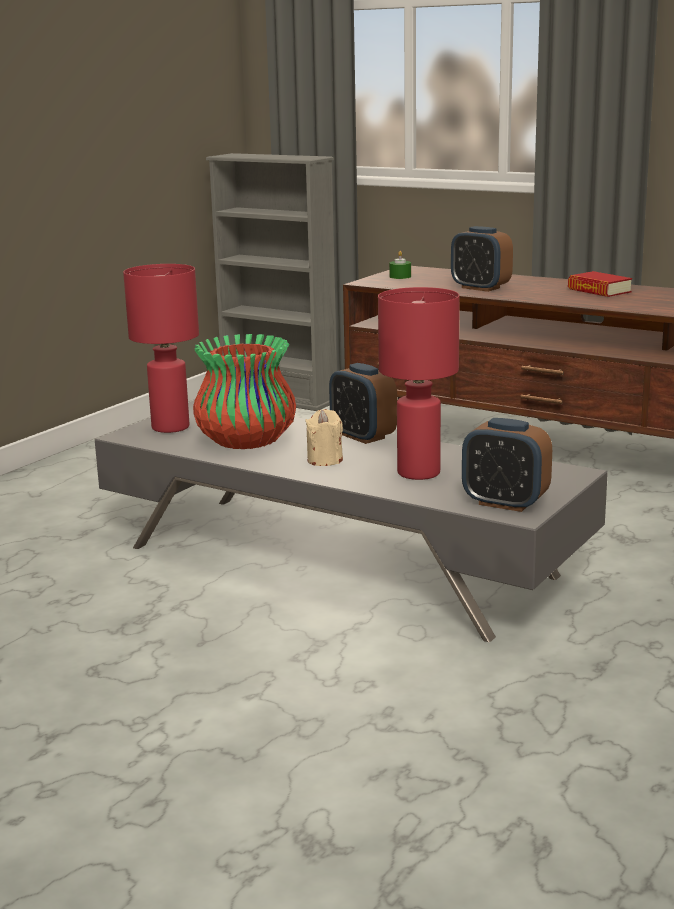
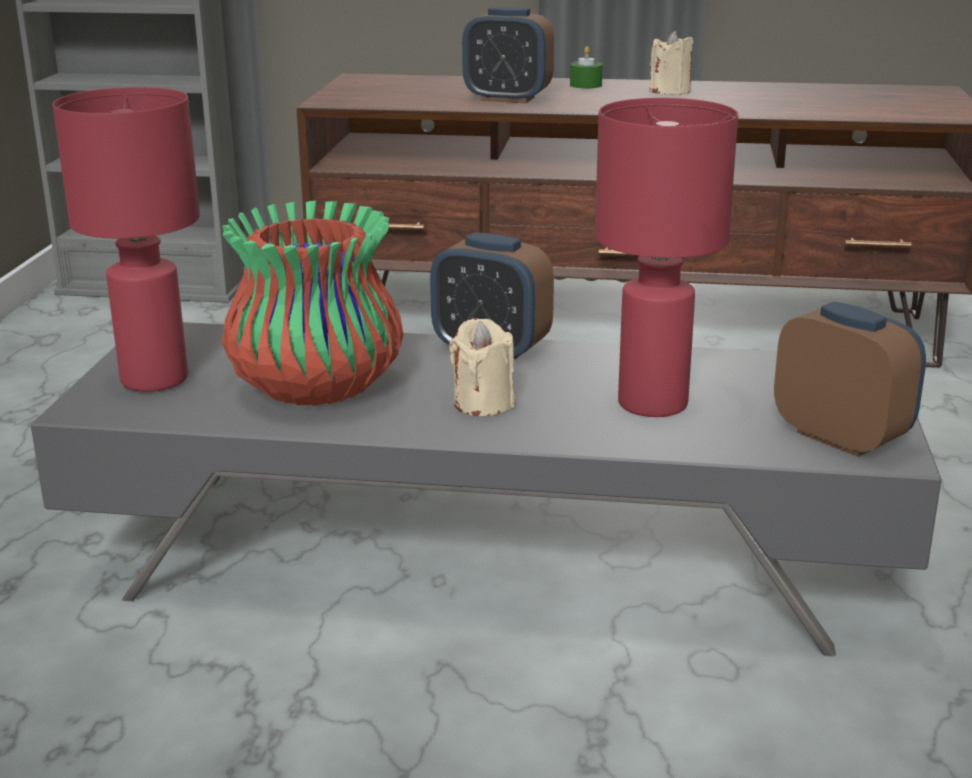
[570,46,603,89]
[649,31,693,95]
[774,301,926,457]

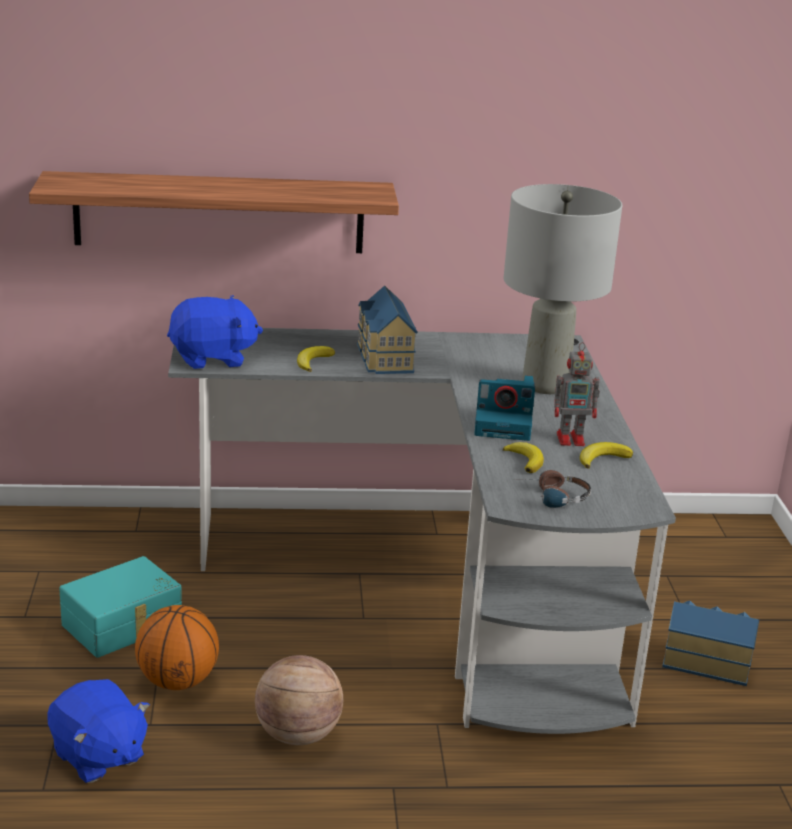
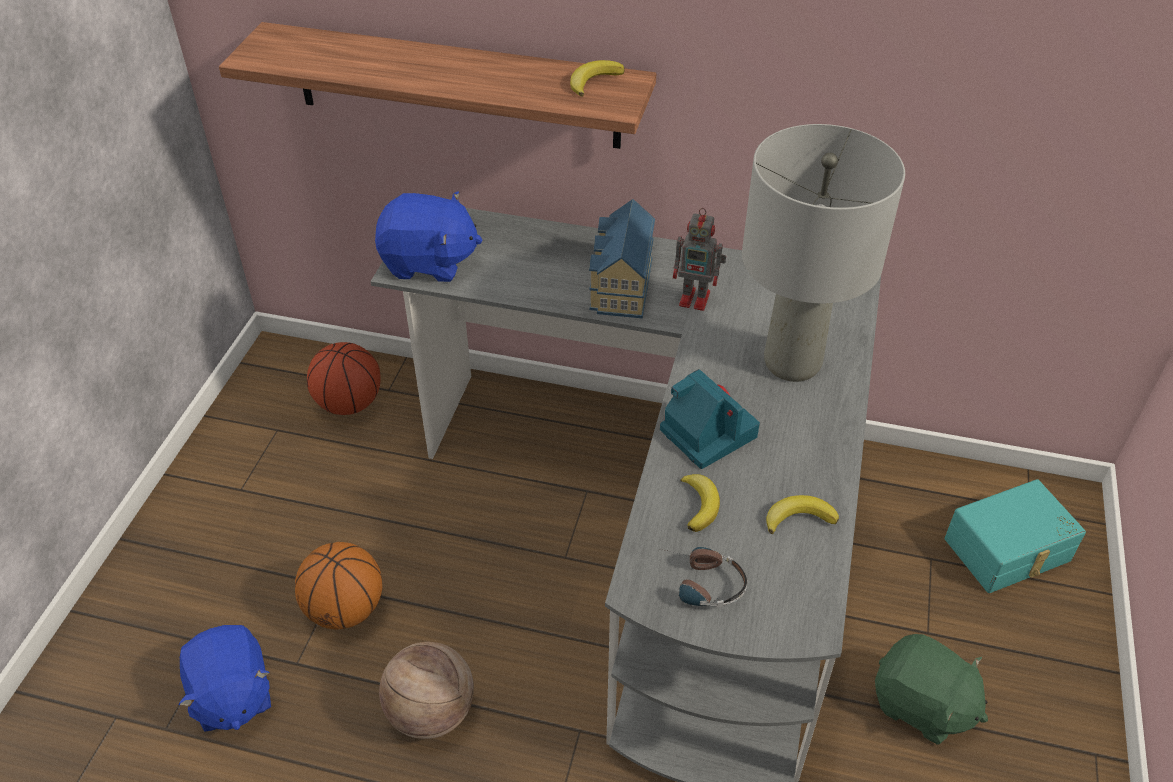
[307,342,381,415]
[570,60,625,97]
[660,369,760,469]
[673,208,726,311]
[875,634,988,745]
[944,479,1086,593]

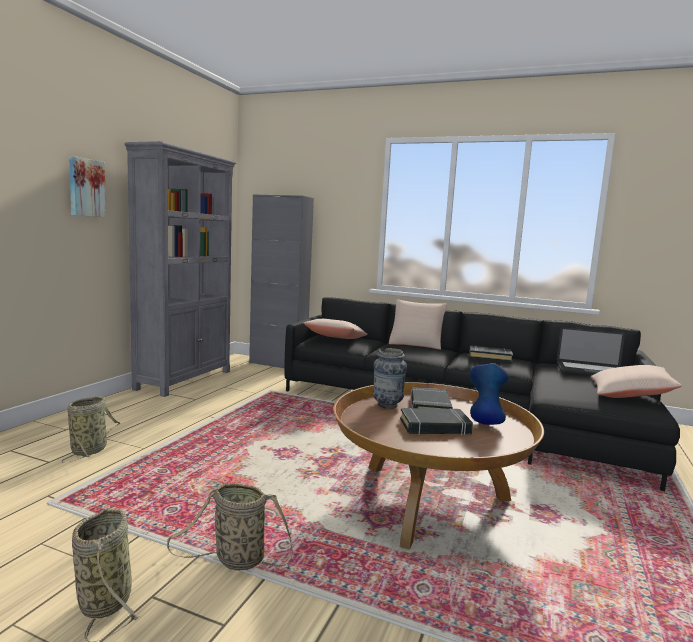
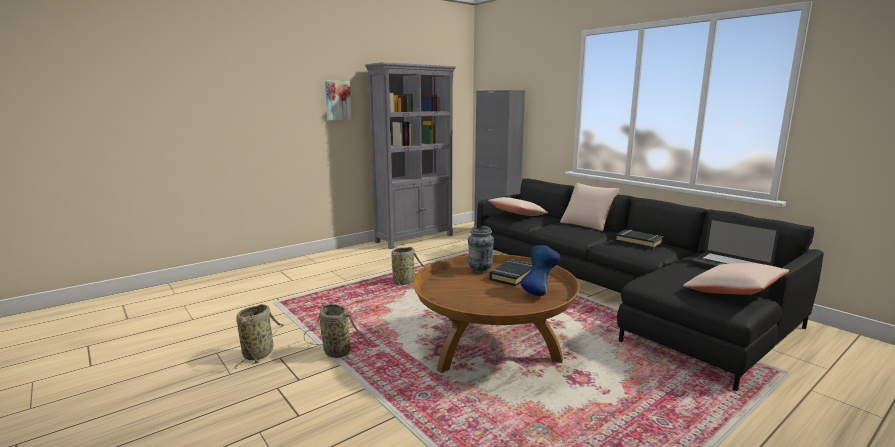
[386,247,426,287]
[400,408,473,435] (first image)

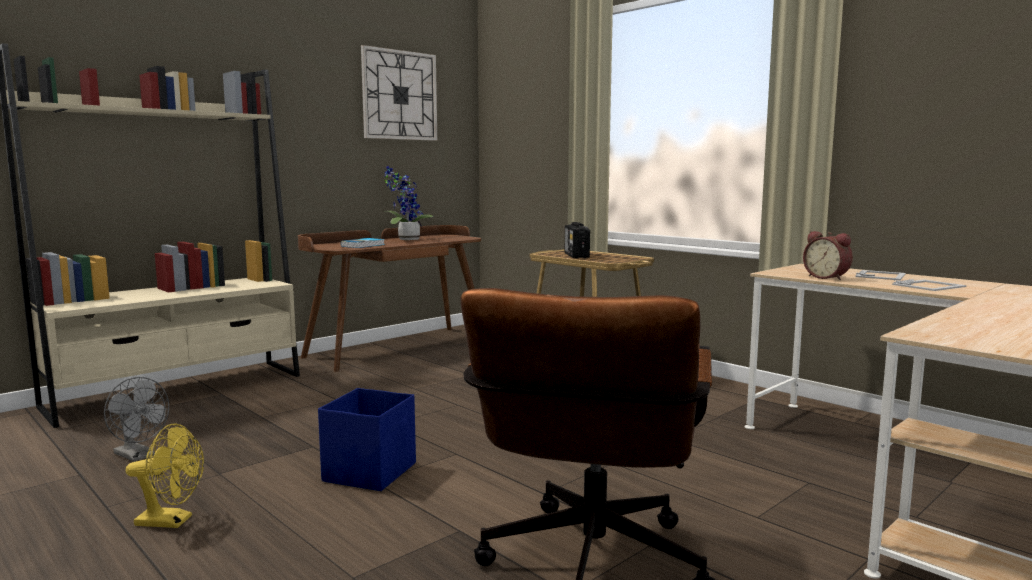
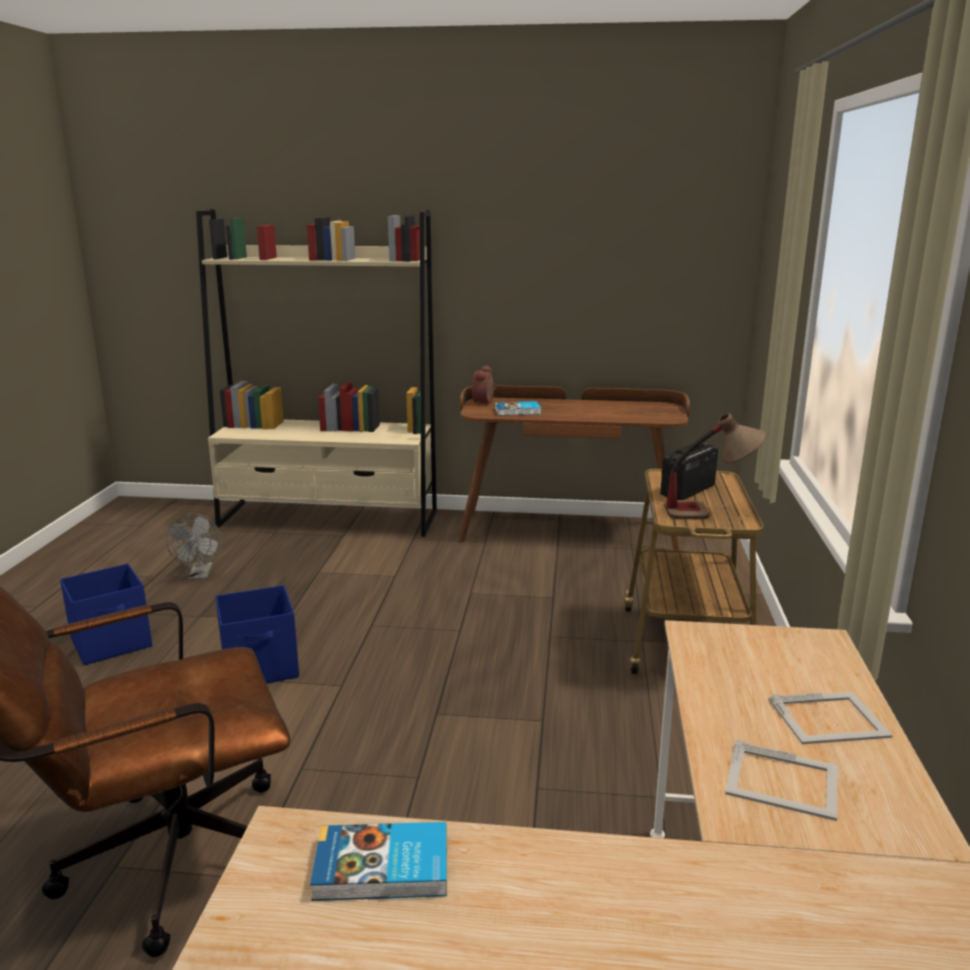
[60,564,152,665]
[310,822,447,901]
[472,365,497,406]
[664,414,767,519]
[361,45,437,141] (first image)
[383,166,433,240] (first image)

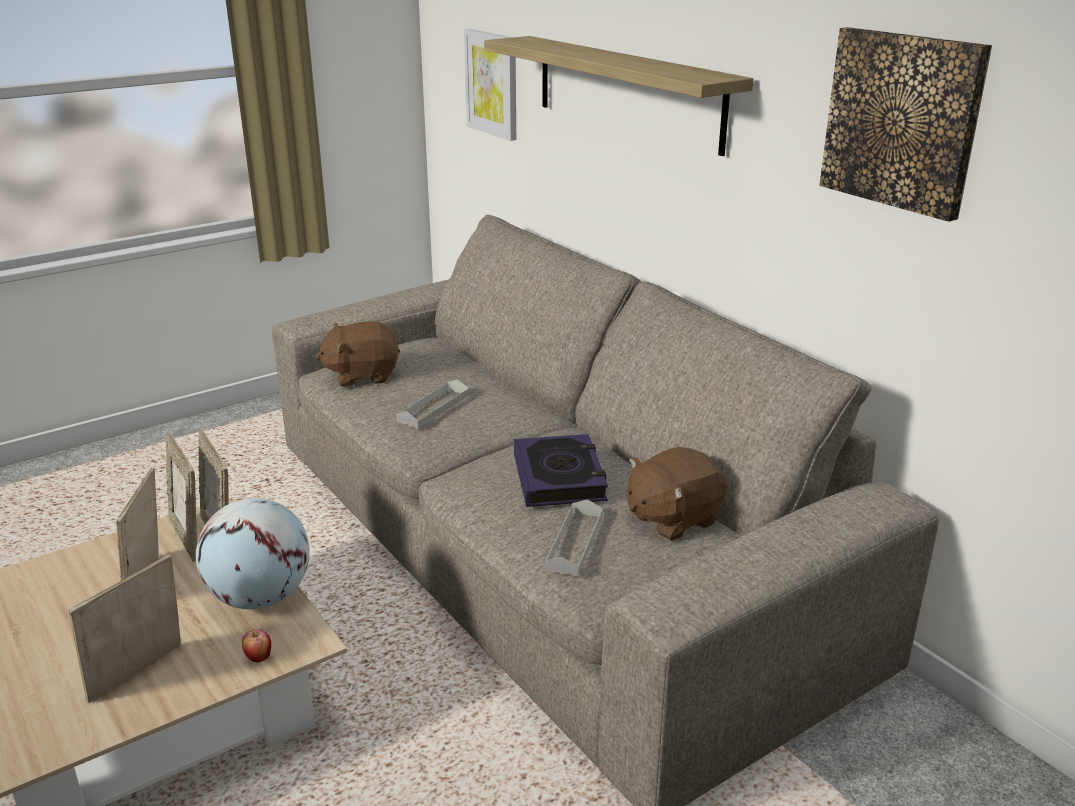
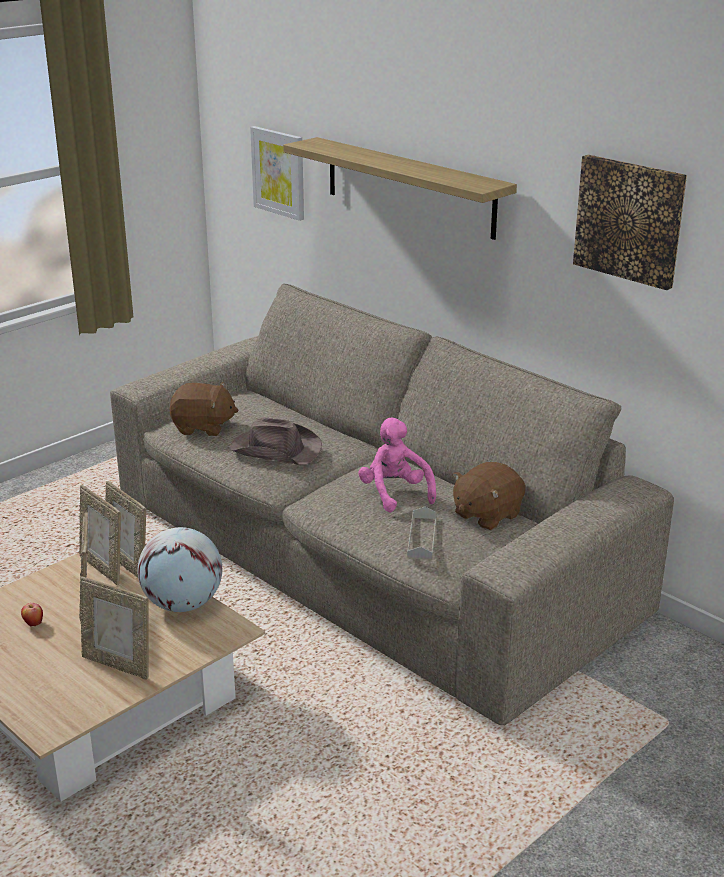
[21,603,43,627]
[80,577,149,680]
[170,382,238,436]
[230,417,322,465]
[358,417,436,512]

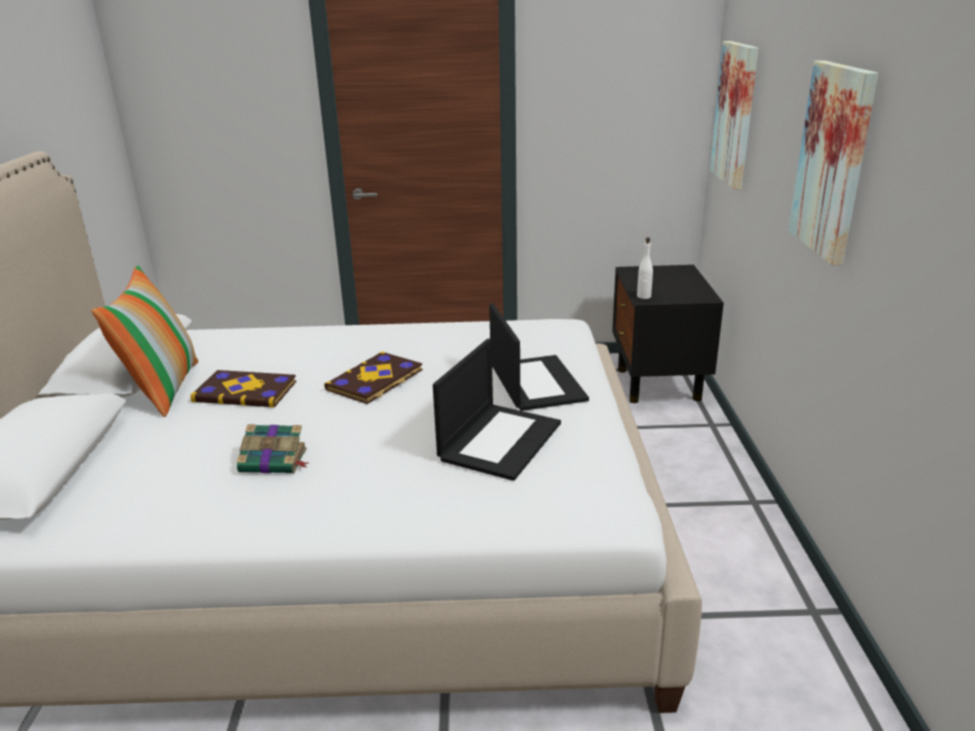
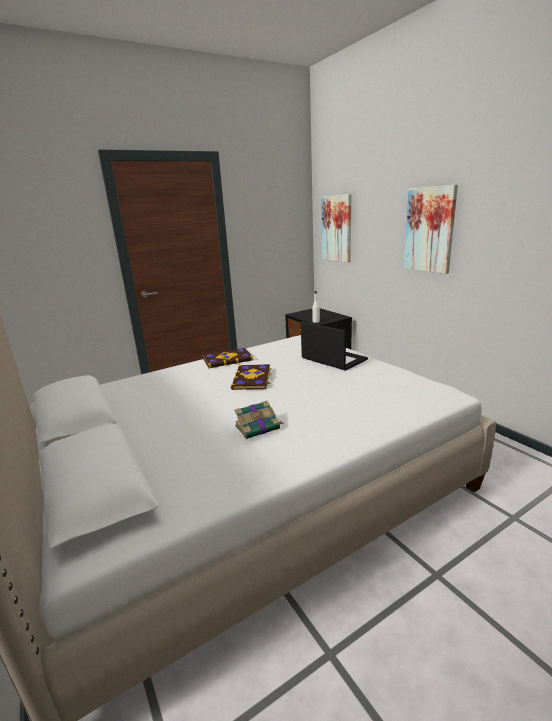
[203,348,253,368]
[92,265,198,417] (first image)
[433,339,561,481] (first image)

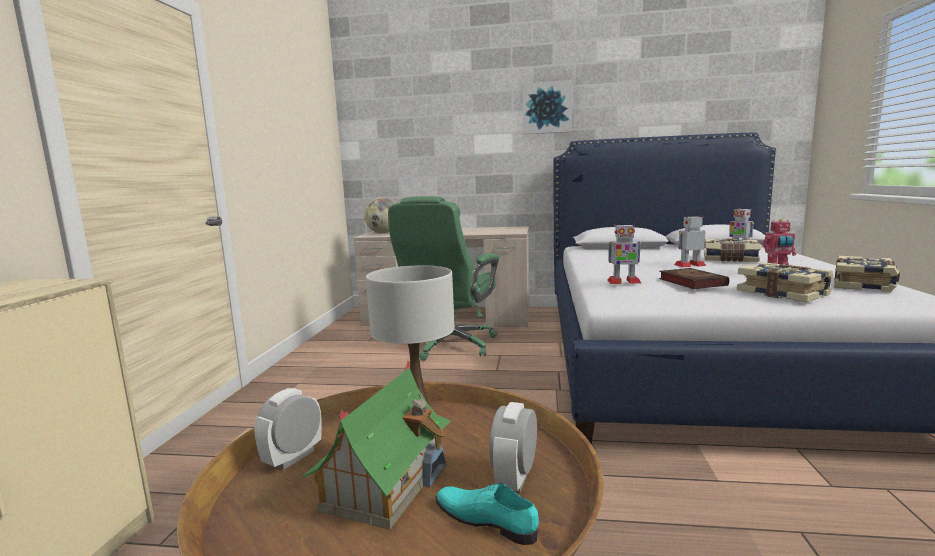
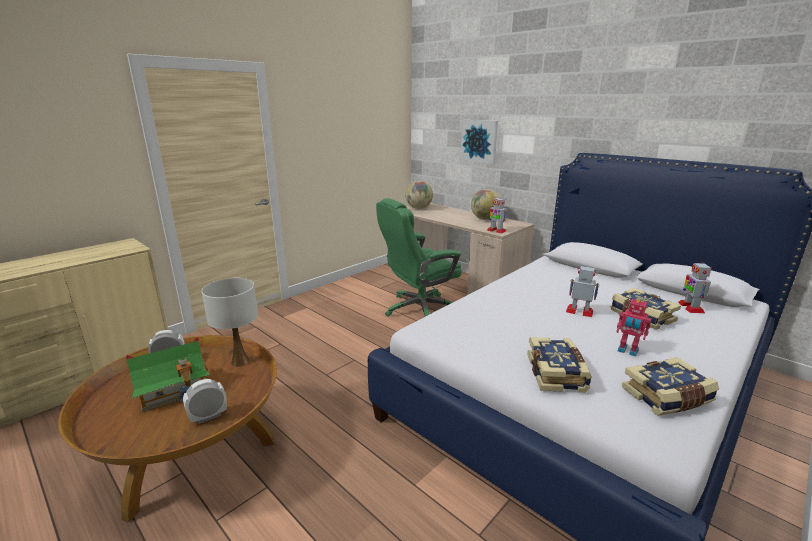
[460,120,498,164]
[471,189,500,220]
[487,197,507,234]
[436,483,539,545] (first image)
[659,268,729,289] (first image)

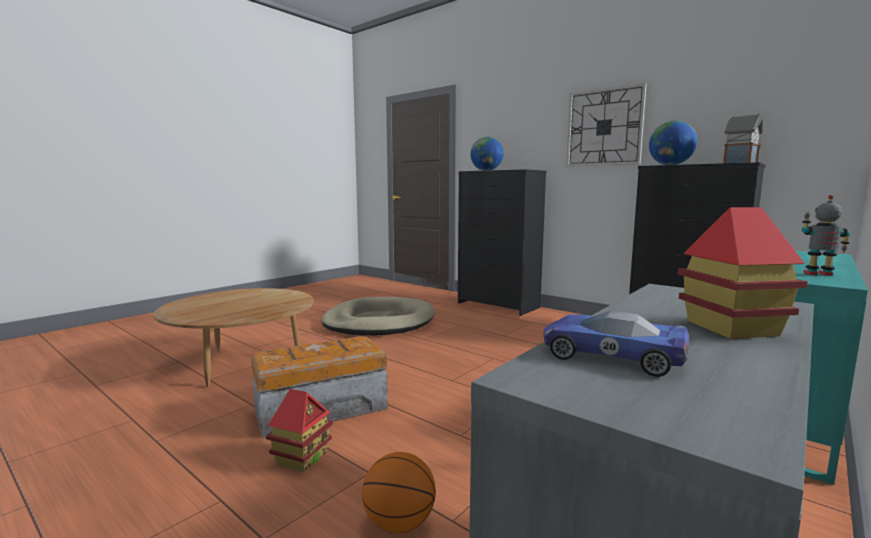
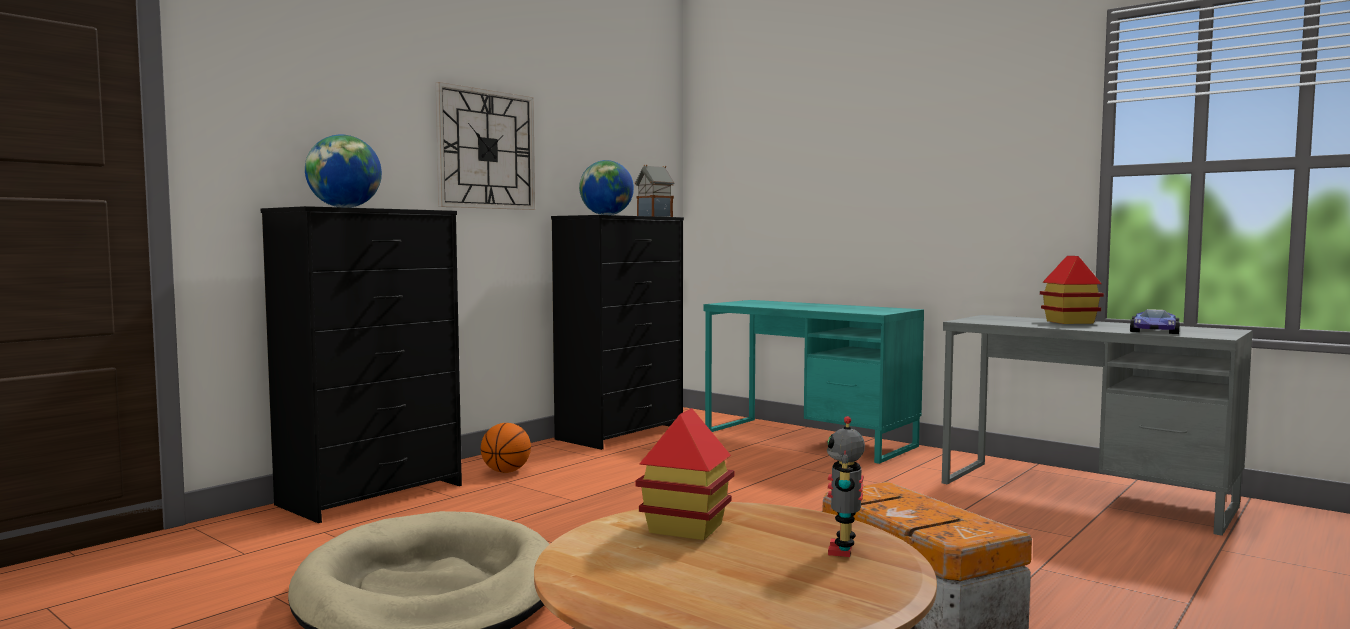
[481,423,531,473]
[636,408,734,540]
[827,416,865,557]

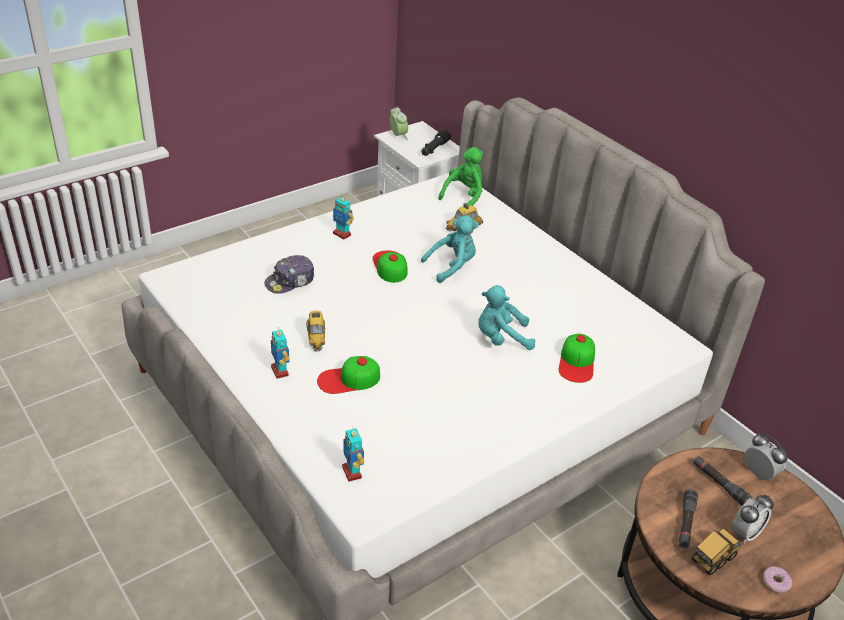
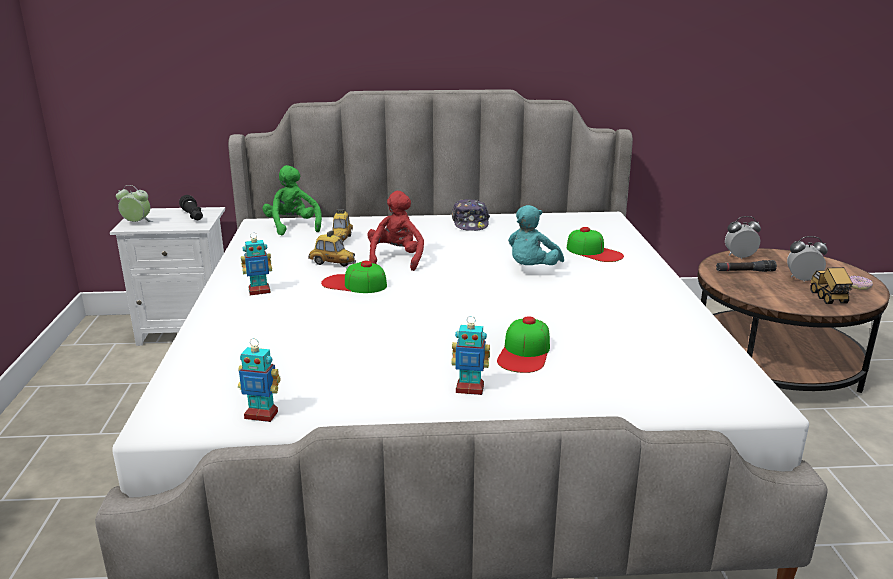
[238,340,281,422]
[308,230,356,267]
[367,191,424,271]
[452,199,490,231]
[787,236,828,282]
[679,489,698,548] (first image)

